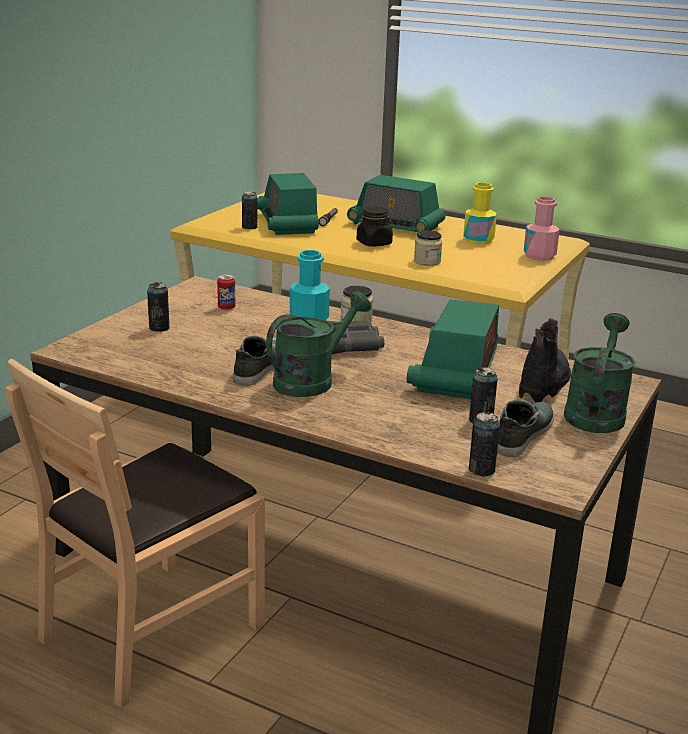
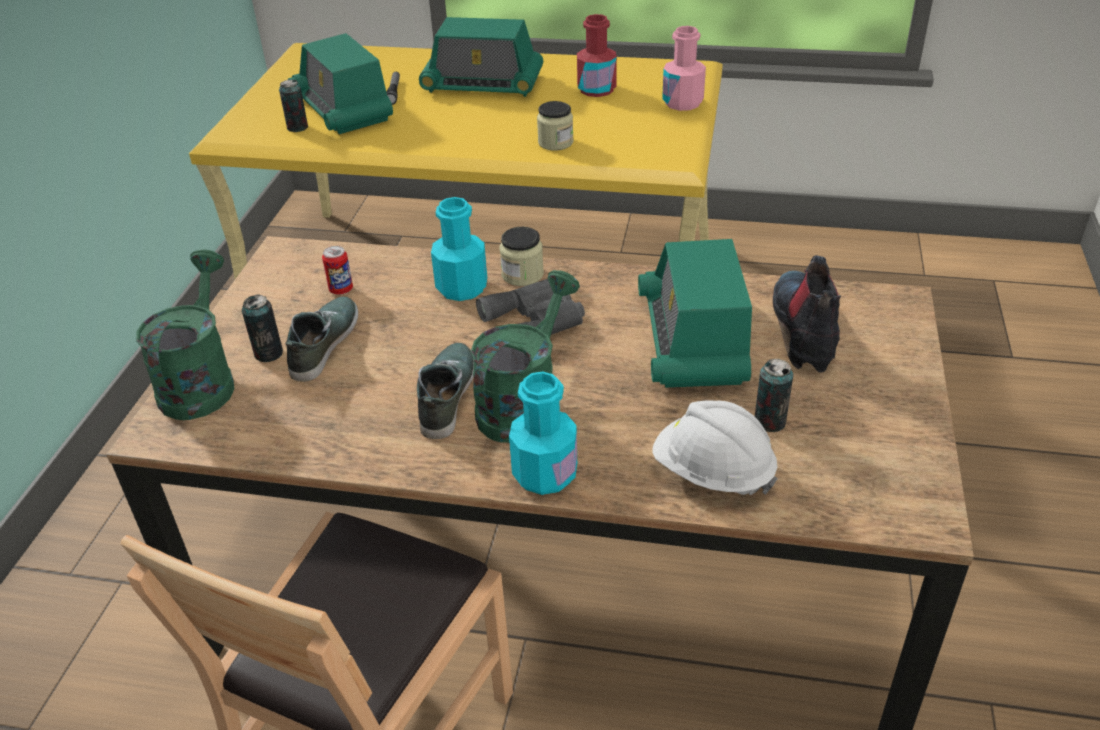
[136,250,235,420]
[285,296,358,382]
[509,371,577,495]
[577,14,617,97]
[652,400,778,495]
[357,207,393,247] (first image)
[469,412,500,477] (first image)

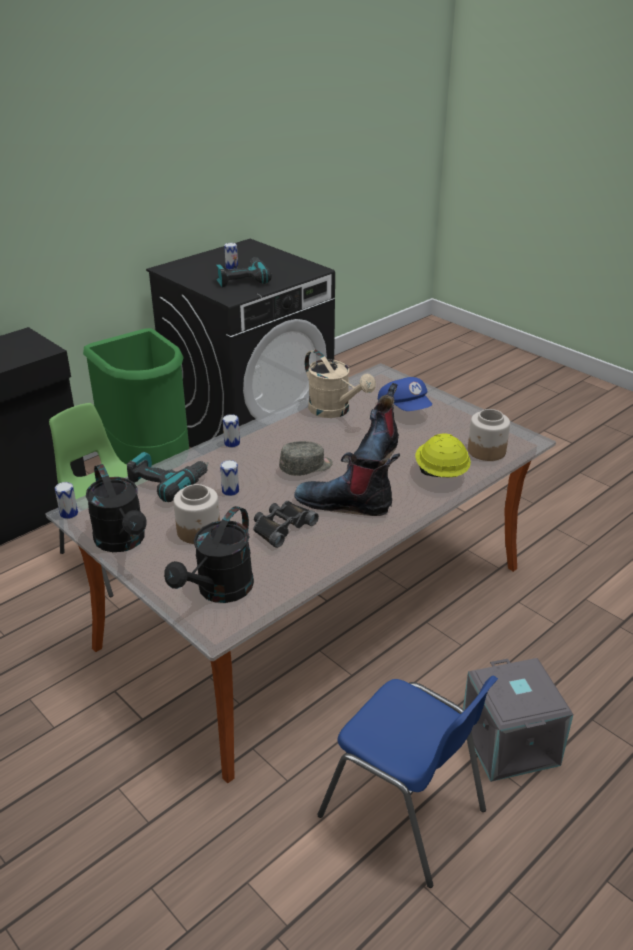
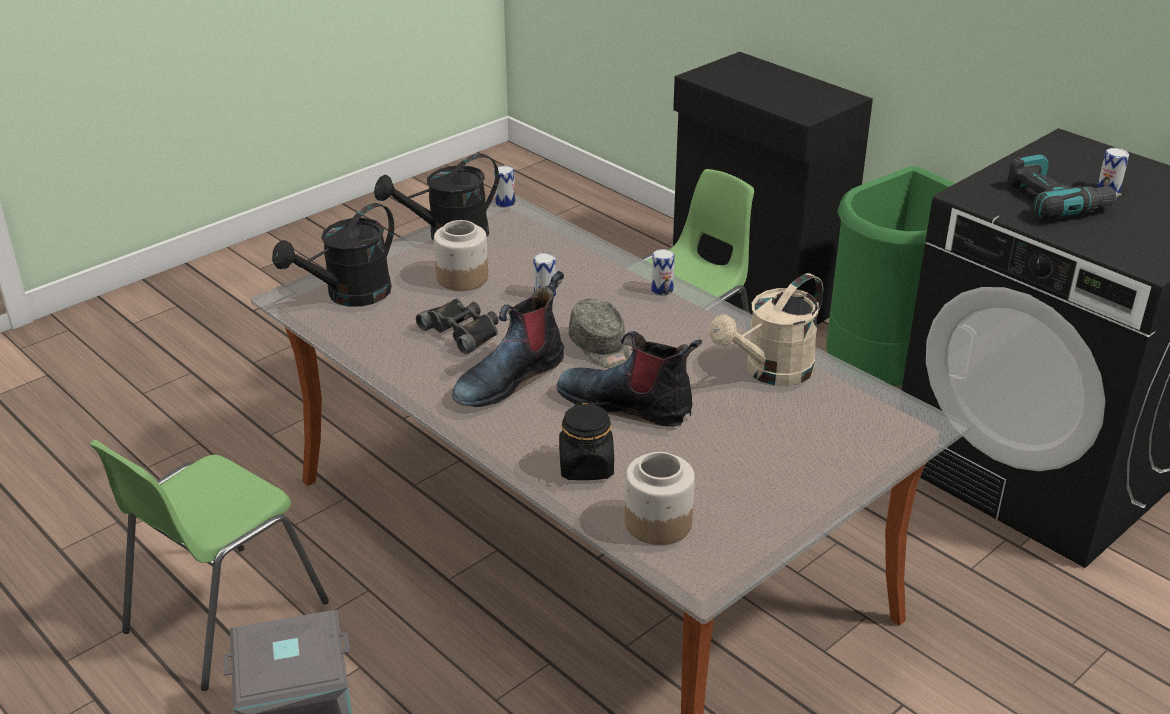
[89,440,329,691]
[272,203,394,307]
[452,271,564,407]
[559,402,614,480]
[127,452,209,502] (first image)
[378,377,432,411] (first image)

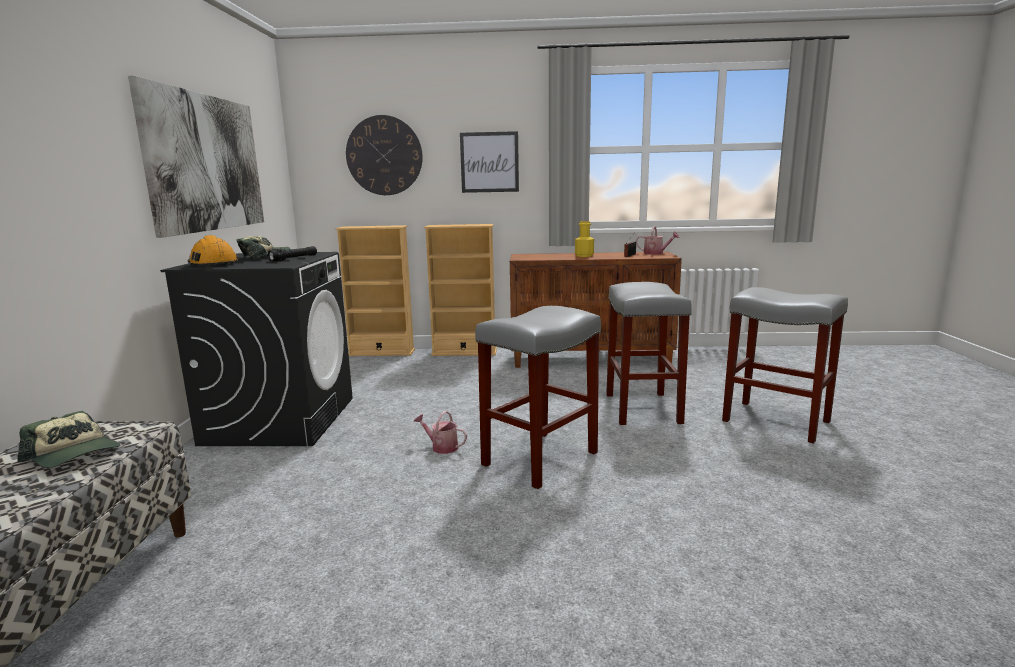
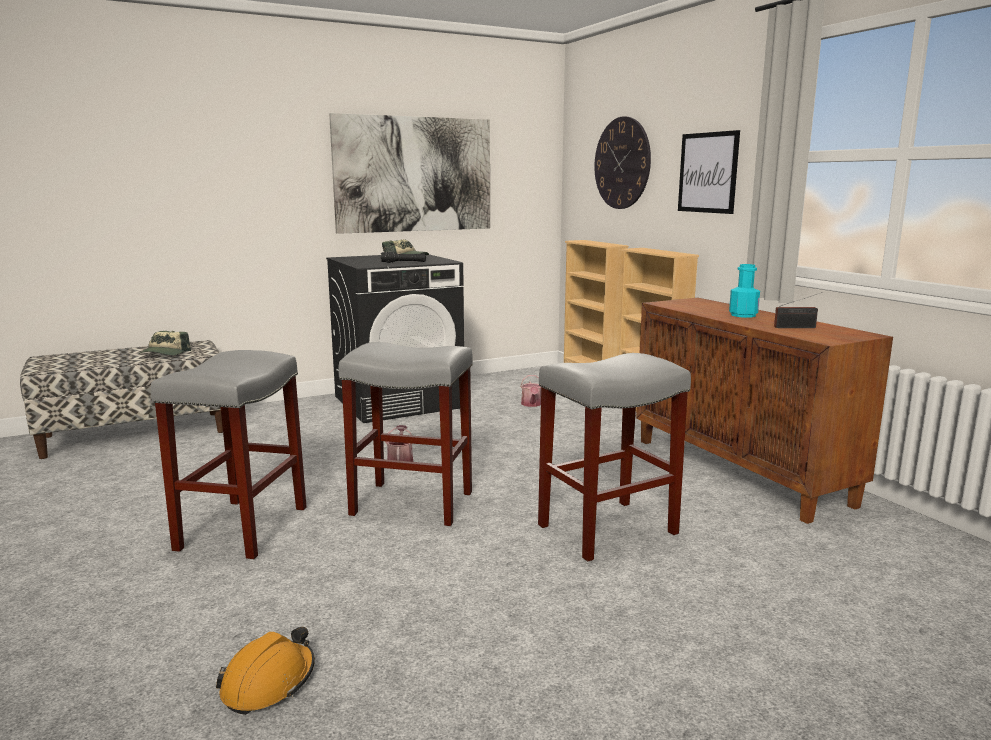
[151,350,307,559]
[216,627,315,715]
[520,375,541,407]
[729,264,760,318]

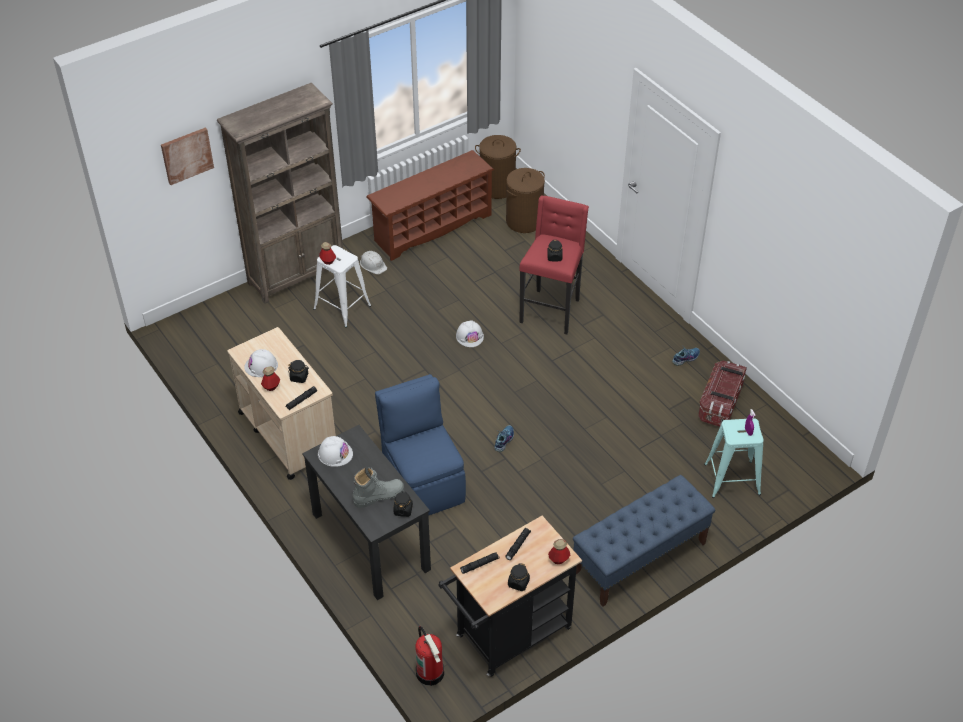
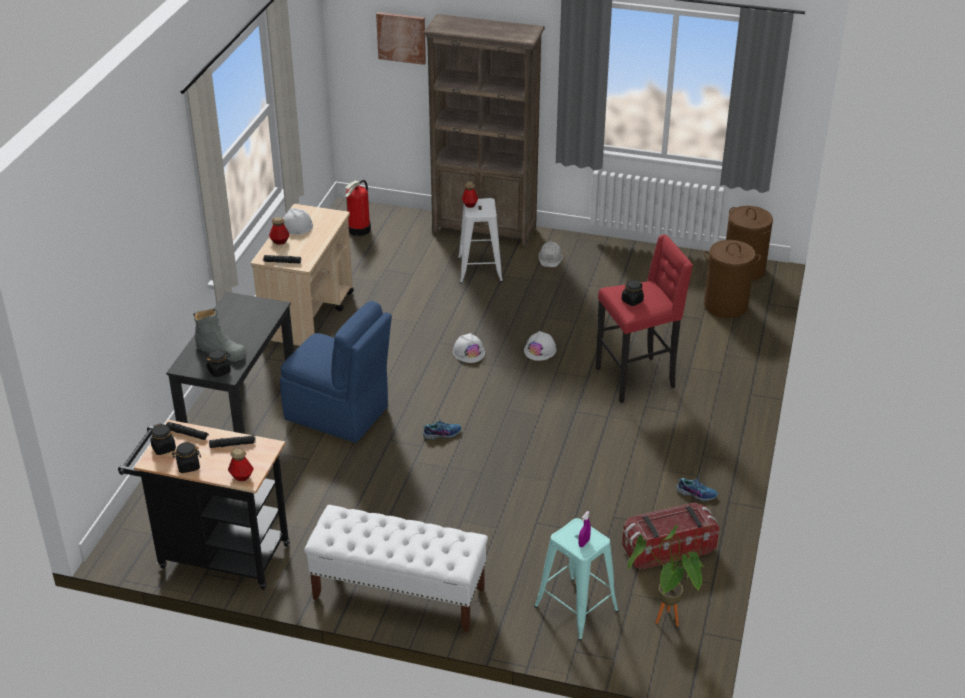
[150,424,176,455]
[280,301,392,443]
[304,505,488,632]
[345,180,371,236]
[453,333,485,363]
[628,525,704,626]
[366,150,494,261] (first image)

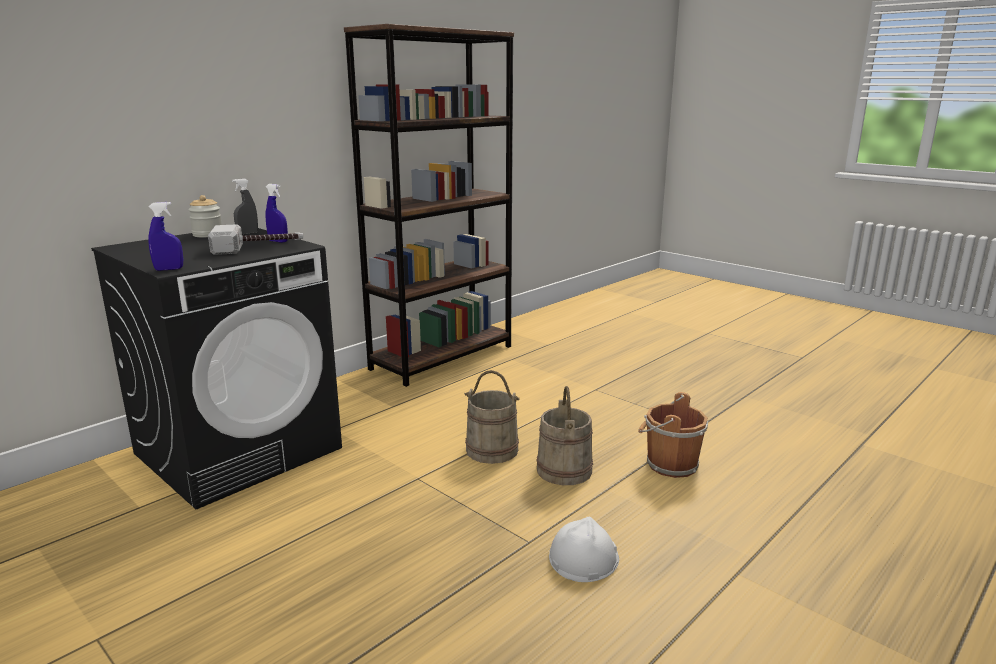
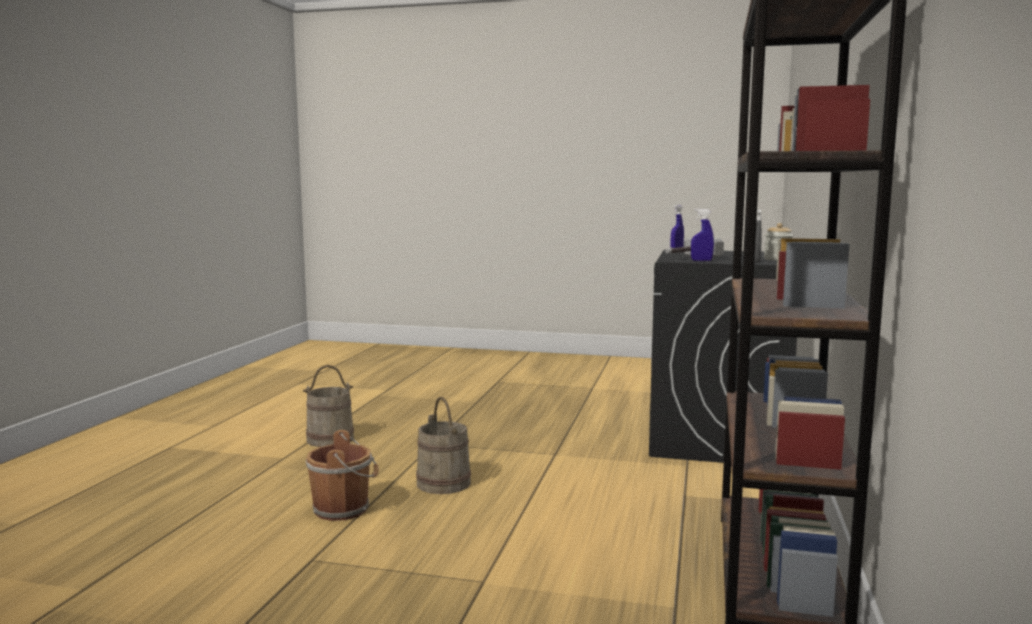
[303,365,354,447]
[549,517,619,582] (first image)

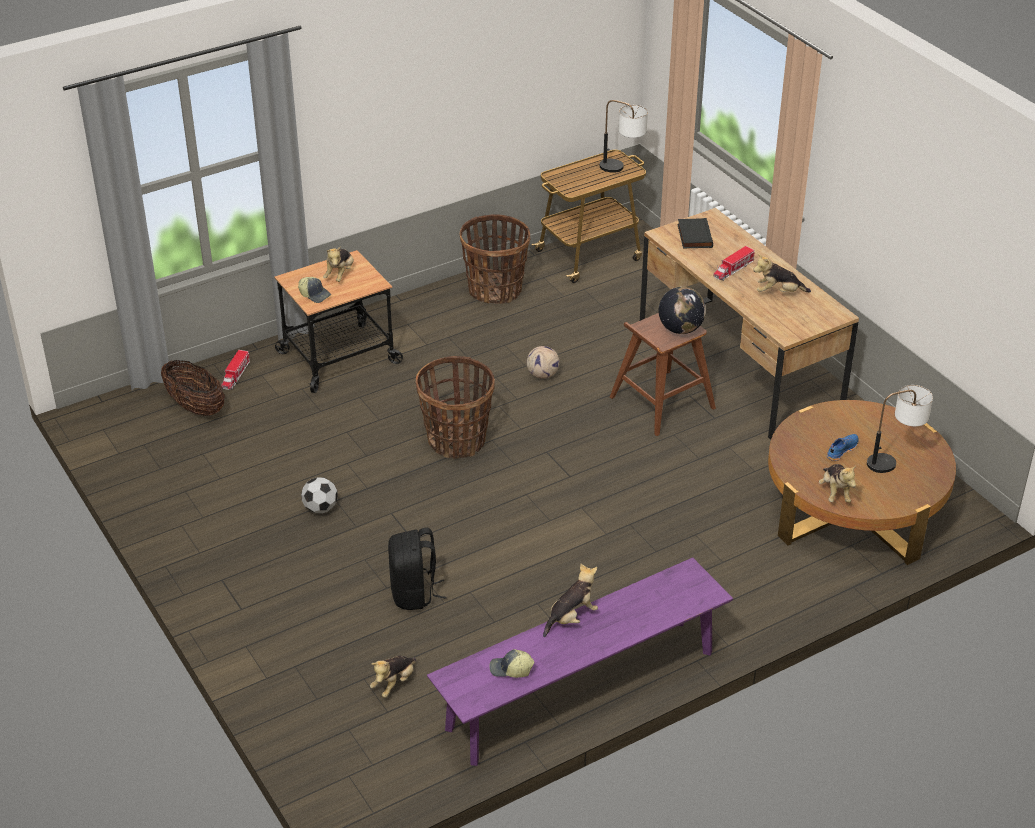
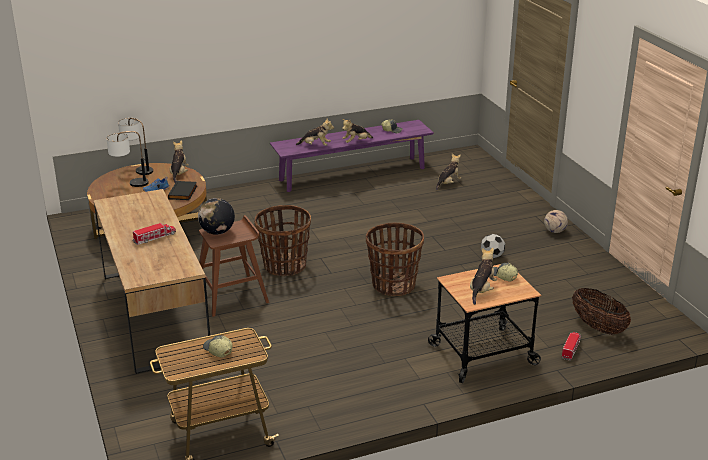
[118,118,153,175]
[168,181,197,200]
[203,335,232,358]
[254,205,311,276]
[296,118,334,146]
[544,210,568,233]
[388,528,446,610] (first image)

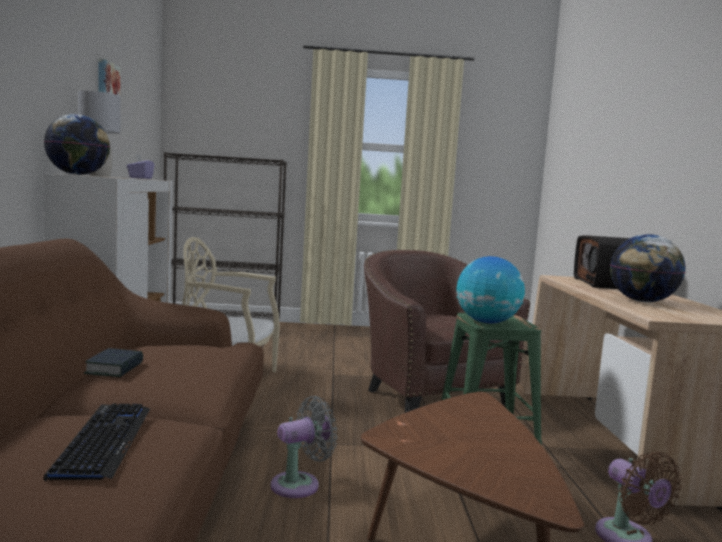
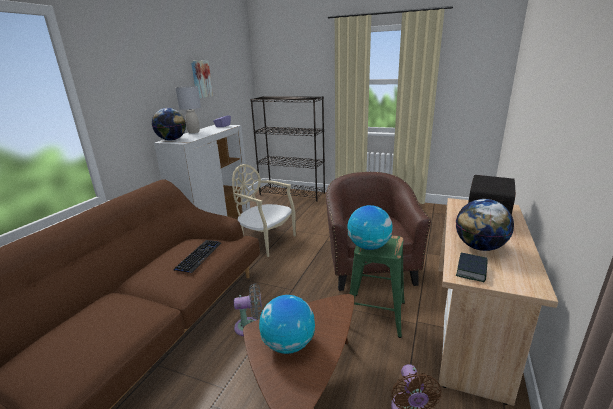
[173,240,221,273]
[259,295,315,354]
[456,253,488,282]

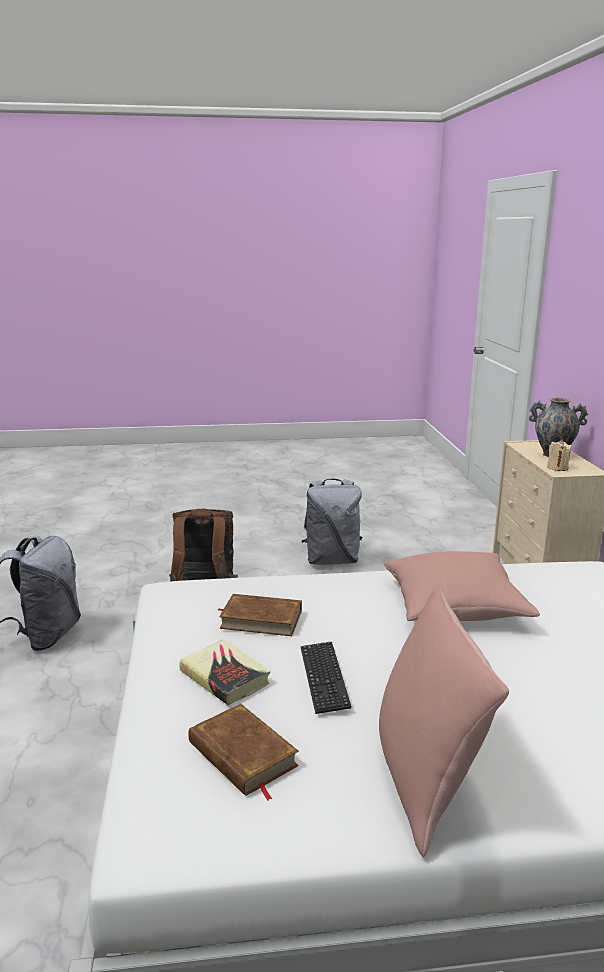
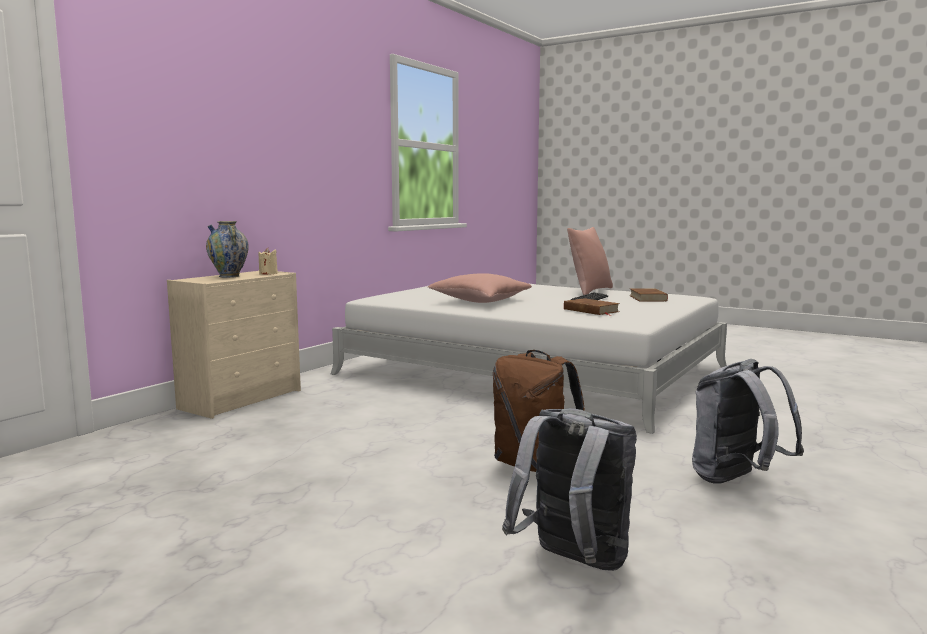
[502,408,637,571]
[180,639,270,705] (first image)

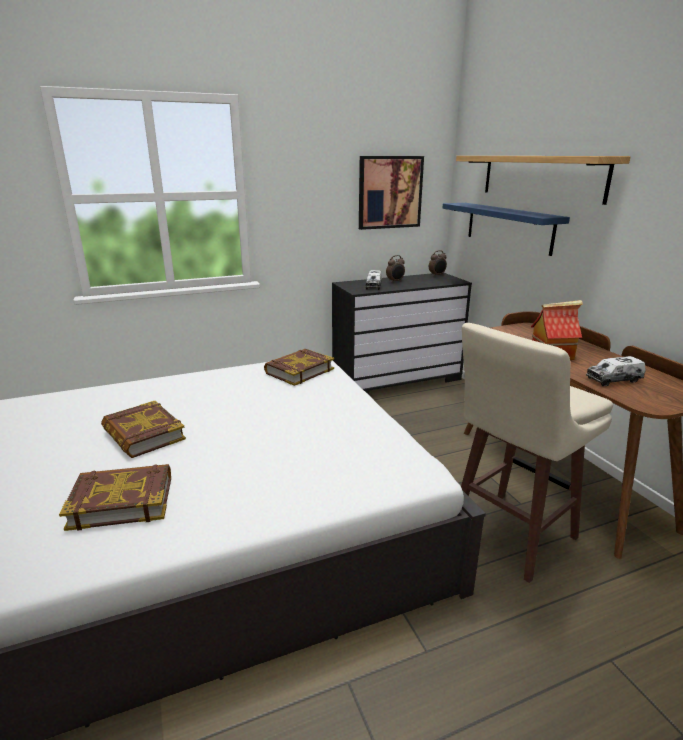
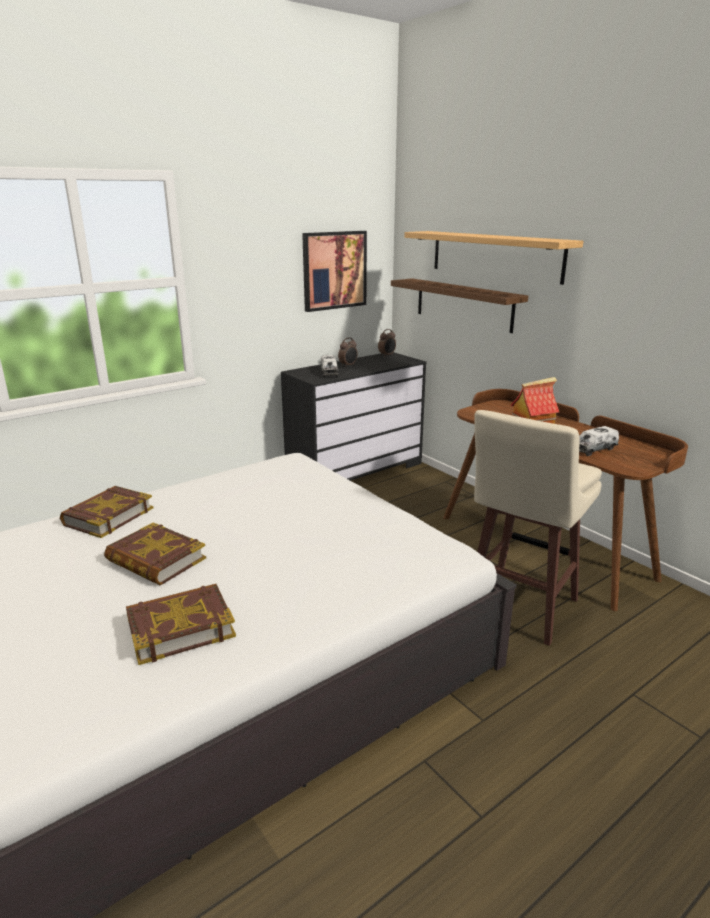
[60,486,154,538]
[391,278,528,333]

